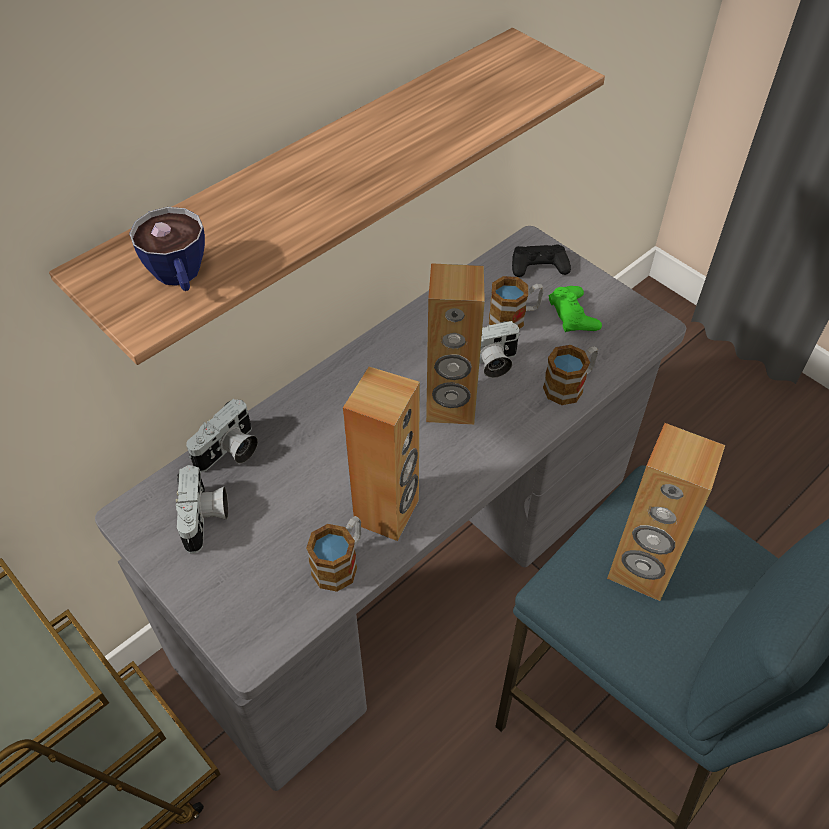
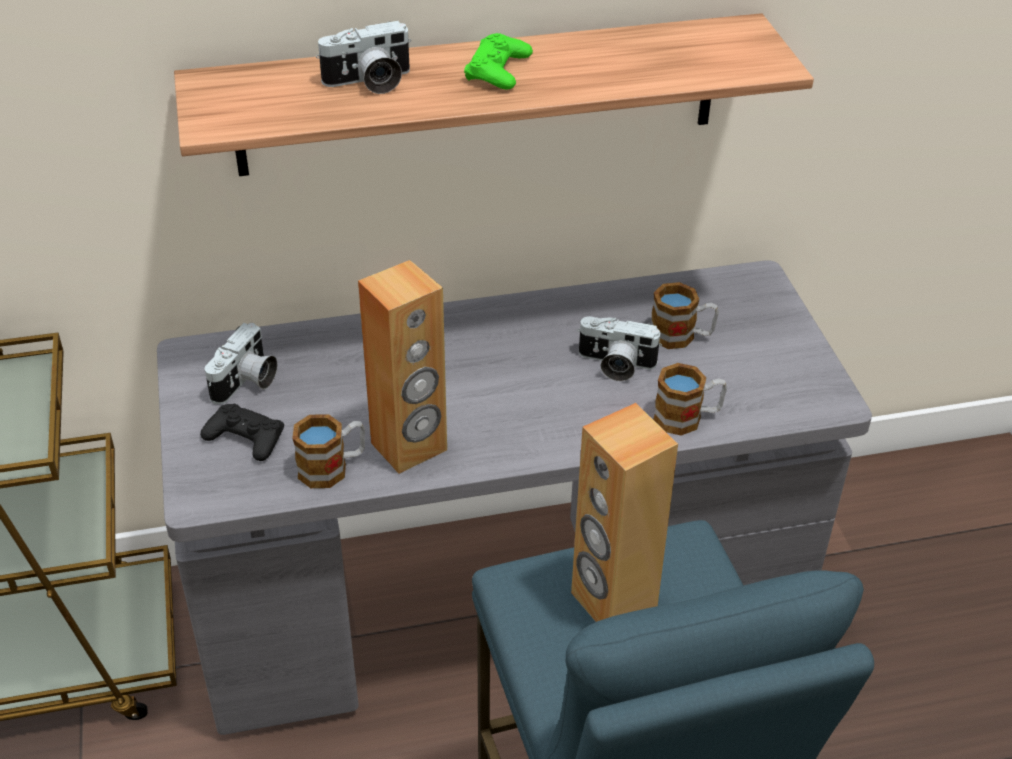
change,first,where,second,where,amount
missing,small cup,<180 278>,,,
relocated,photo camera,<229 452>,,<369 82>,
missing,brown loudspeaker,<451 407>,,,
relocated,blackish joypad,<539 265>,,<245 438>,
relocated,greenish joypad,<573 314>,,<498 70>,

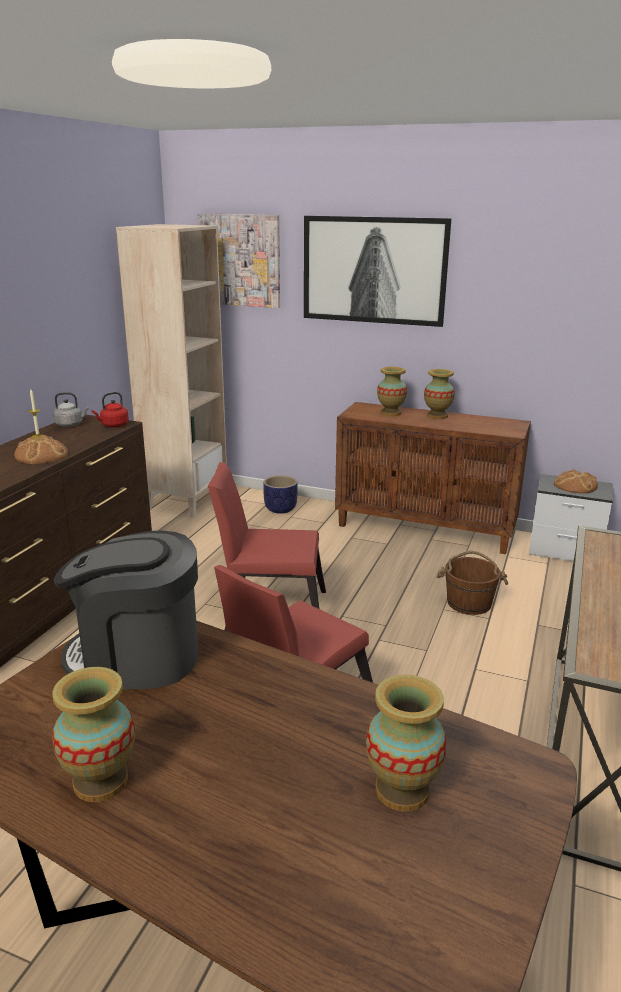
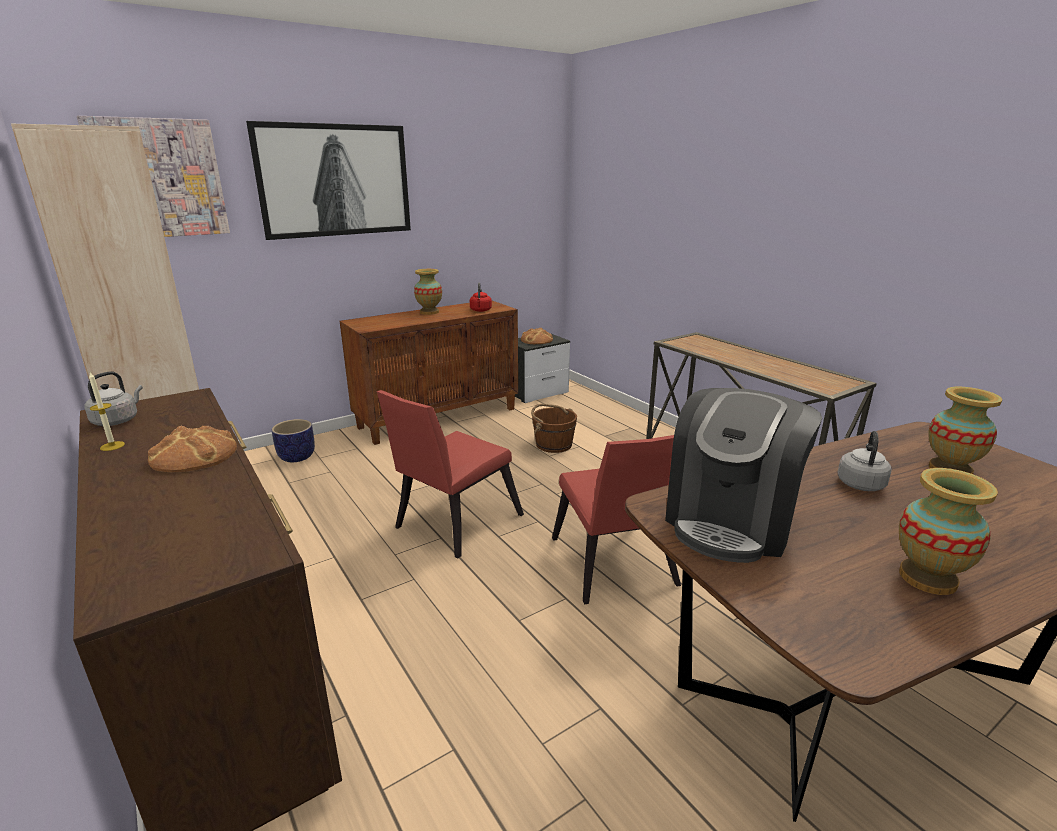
change,first,where,second,where,amount
relocated,red-coloured kettle,<113 425>,,<480 310>,
missing,decorative vase,<390 413>,,,
appeared,,,greyish kettle,<860 483>,

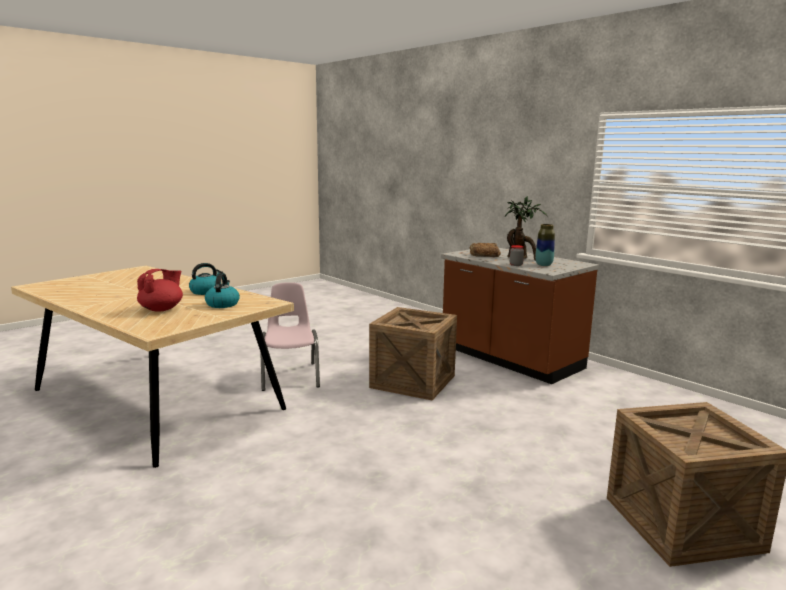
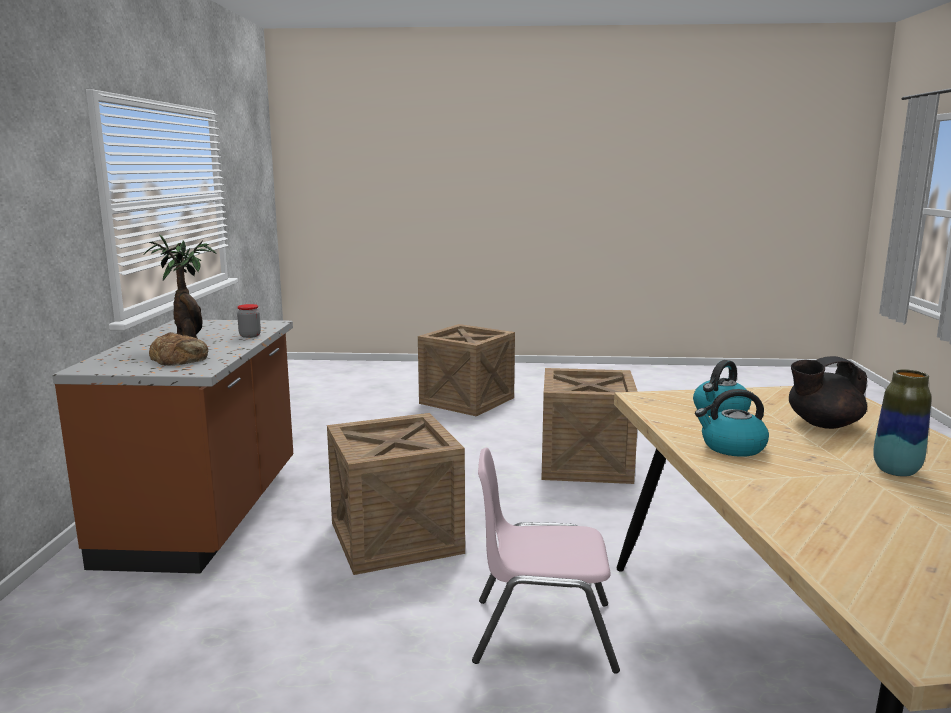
change,first,where,second,where,amount
colour,red-coloured teapot,<162 309>,blackish teapot,<822 424>,
spun,pink chair,<291 376>,,<543 633>,60 degrees clockwise
relocated,decorative vase,<543 265>,,<896 471>,
appeared,,,crate,<585 464>,

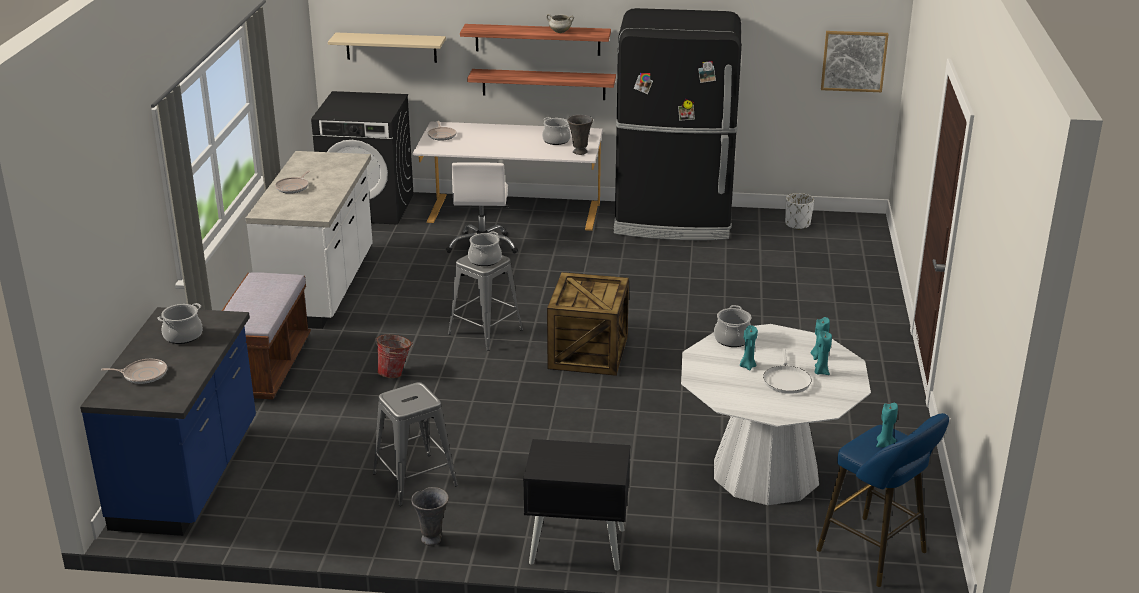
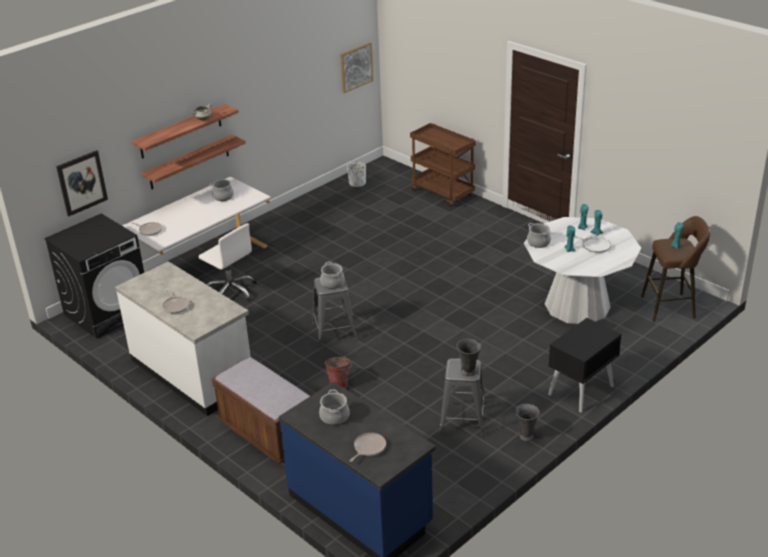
change,first,where,second,where,amount
exchanged,sand-coloured wall shelf,<391 47>,wall art,<82 183>,
missing,crate,<589 353>,,,
relocated,greyish decorative vase,<580 152>,,<468 372>,
missing,blackish refrigerator,<673 222>,,,
colour,blue stool seat,<876 554>,brown stool seat,<671 307>,
appeared,,,brown wheeled cart,<443 193>,

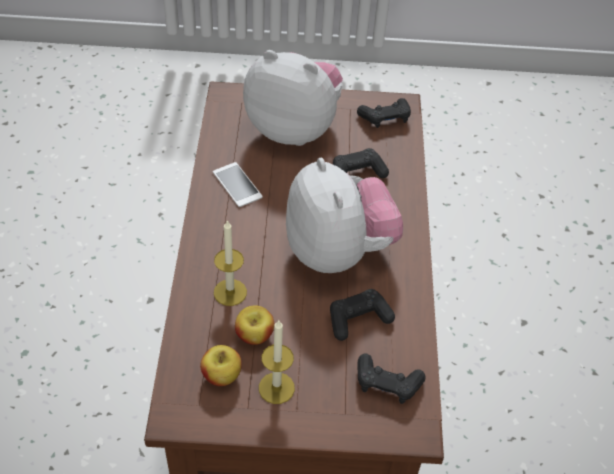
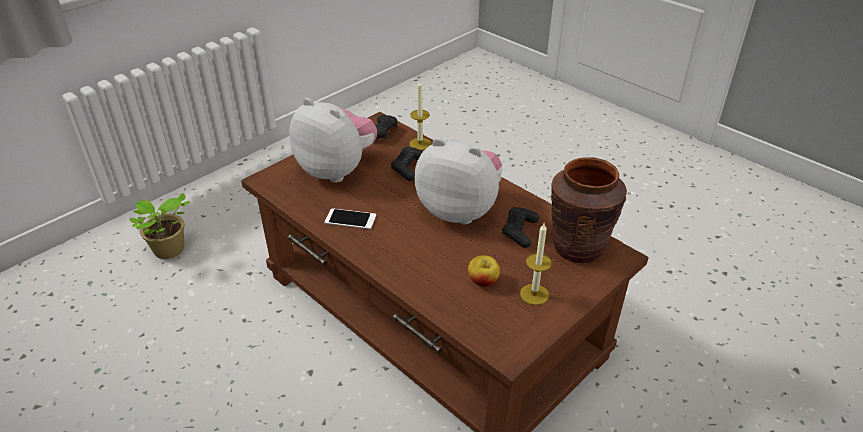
change,first,where,second,where,amount
missing,whole apple,<221 375>,,,
relocated,wax light,<230 292>,,<420 144>,
spun,cuddly toy,<294 128>,,<337 170>,60 degrees clockwise
exchanged,blackish joypad,<387 384>,brown decorative vase,<578 247>,
appeared,,,houseplant,<169 251>,

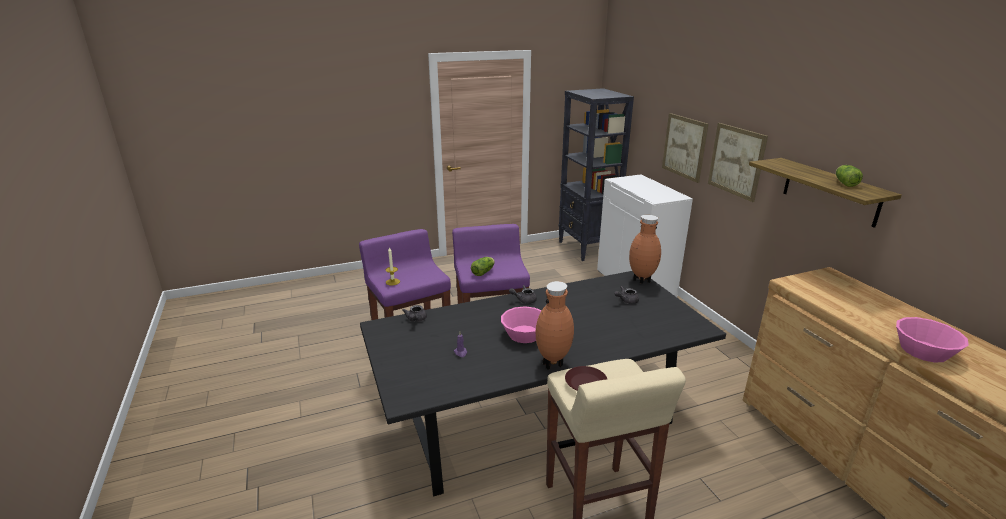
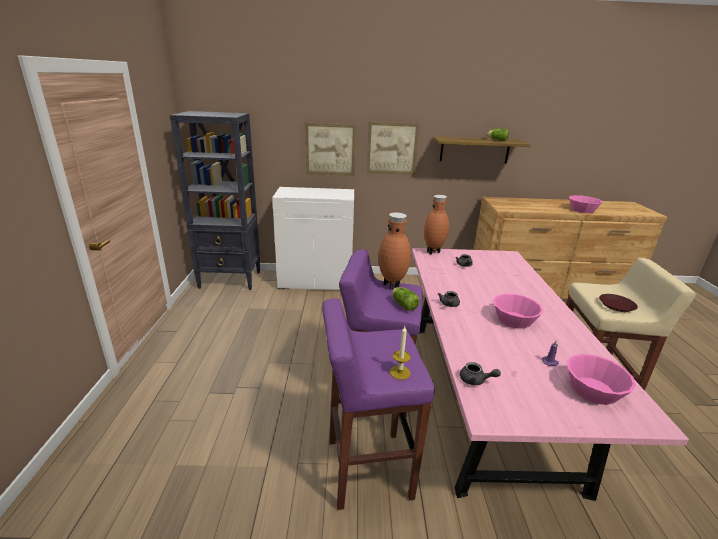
change,first,where,second,where,amount
colour,blackish kitchen table,<537 417>,pink kitchen table,<484 393>,
relocated,brown decorative vase,<553 364>,,<392 285>,
appeared,,,pink bowl,<593 390>,

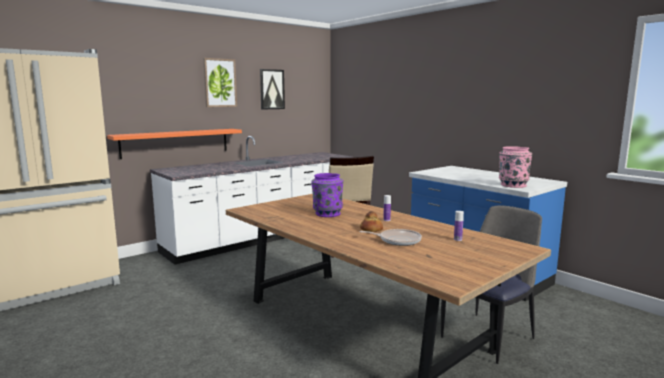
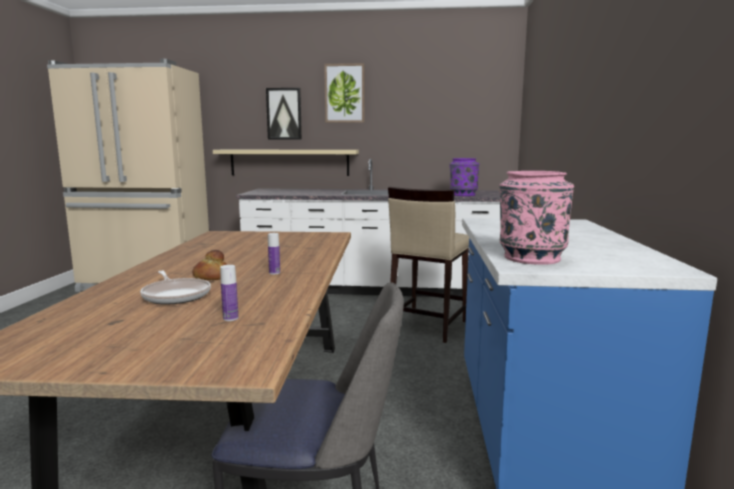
change,first,where,second,where,amount
colour,orangey wall shelf,<176 143>,sand-coloured wall shelf,<289 162>,
relocated,wall art,<271 89>,,<284 114>,
relocated,purple decorative vase,<327 214>,,<463 195>,

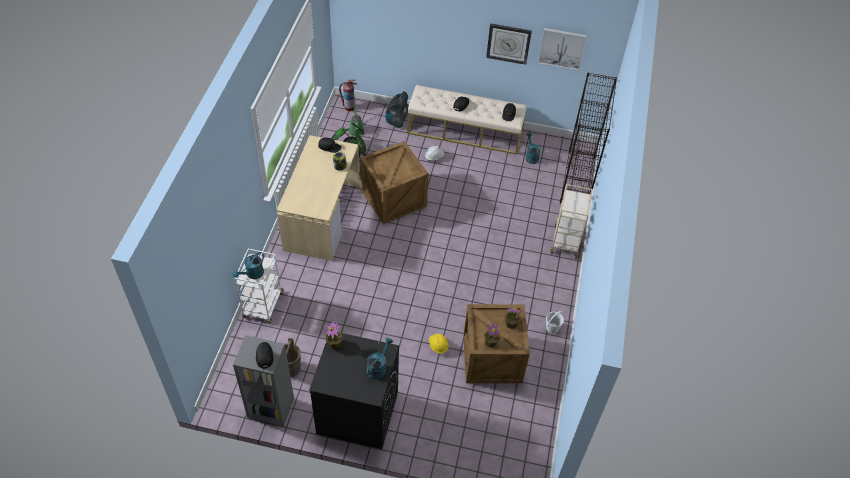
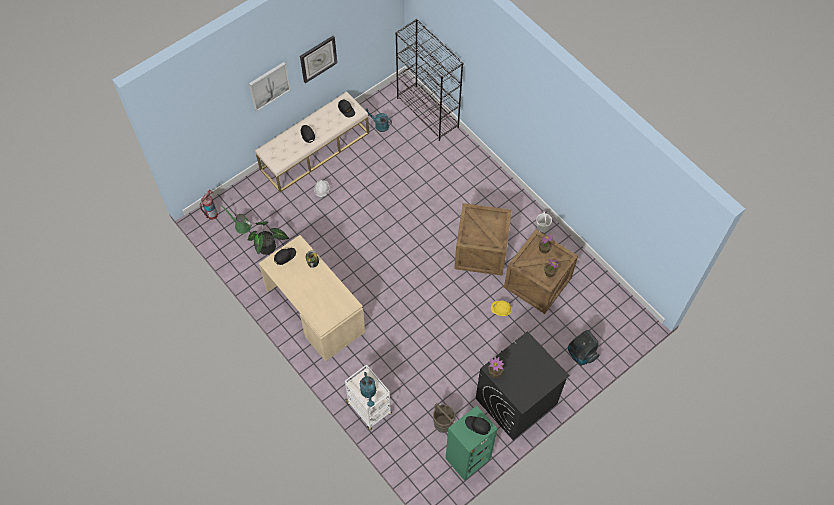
change,first,where,second,where,amount
colour,greyish shelving unit,<270 408>,greenish shelving unit,<468 459>,
relocated,crate,<393 199>,,<482 252>,
missing,turquoise watering pot,<378 367>,,,
relocated,hoover,<397 120>,,<580 354>,
relocated,wall art,<562 48>,,<269 86>,
missing,sand-coloured wheeled cart,<566 241>,,,

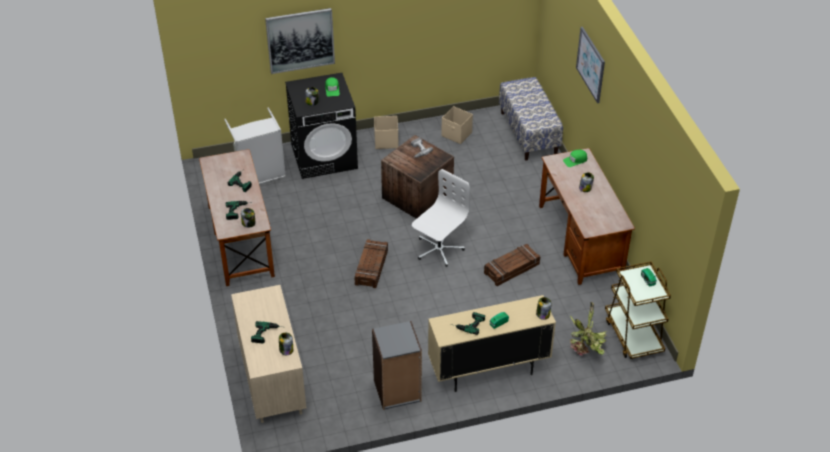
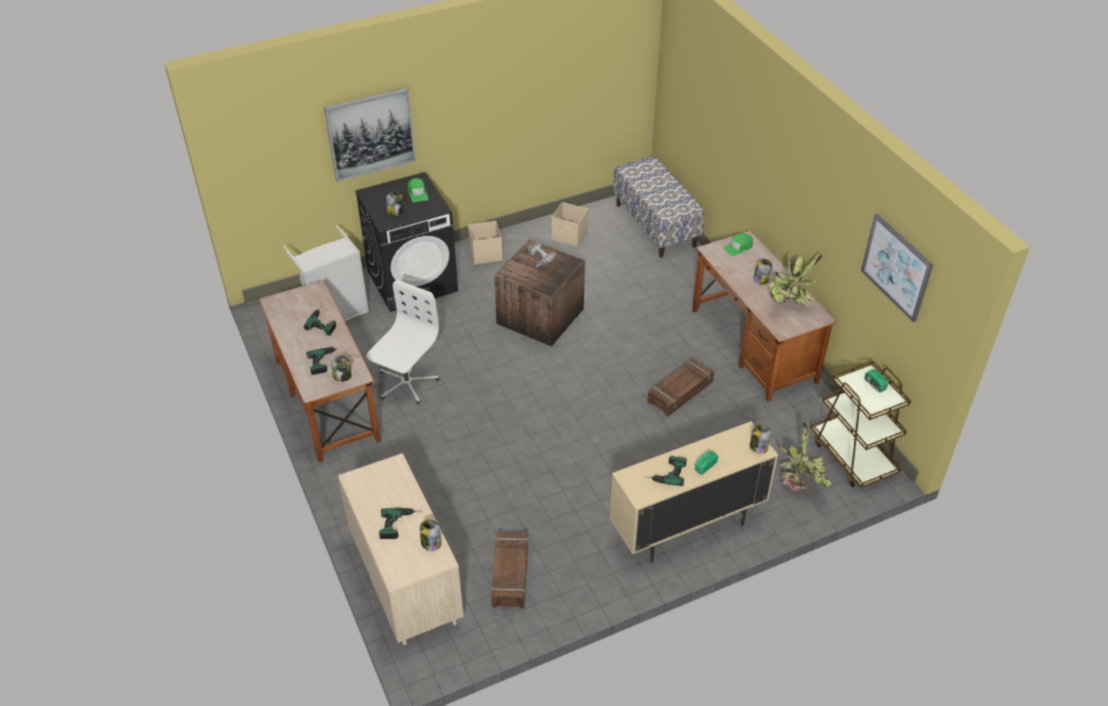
change,first,where,second,where,amount
relocated,crate,<371 267>,,<509 574>,
missing,greyish shelving unit,<397 391>,,,
relocated,white office chair,<438 249>,,<406 383>,
relocated,wall art,<591 64>,,<896 267>,
appeared,,,houseplant,<789 304>,

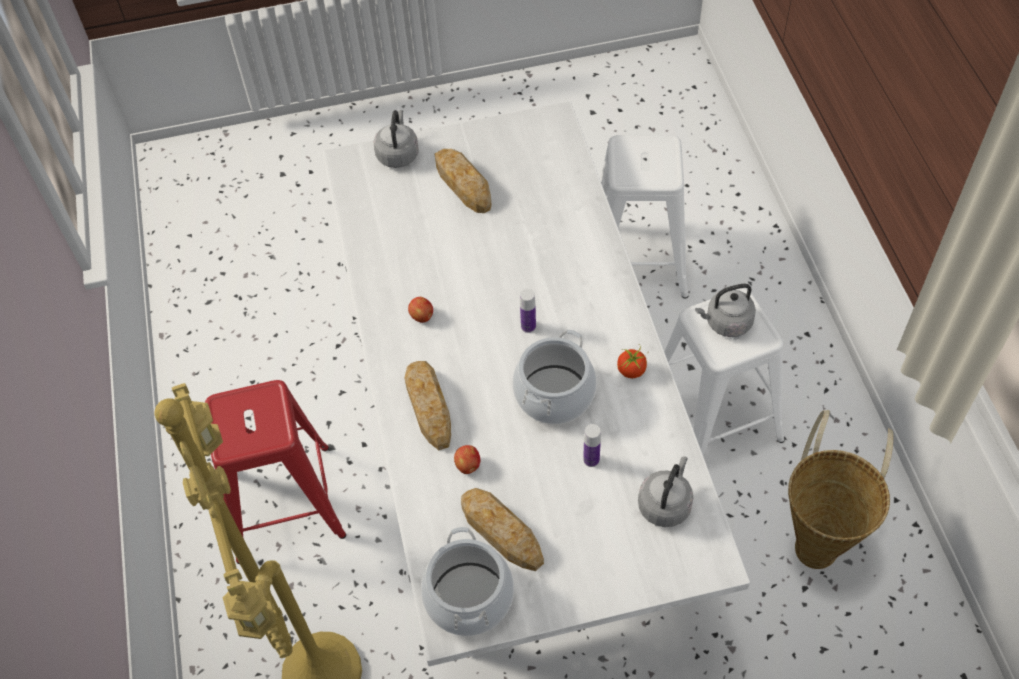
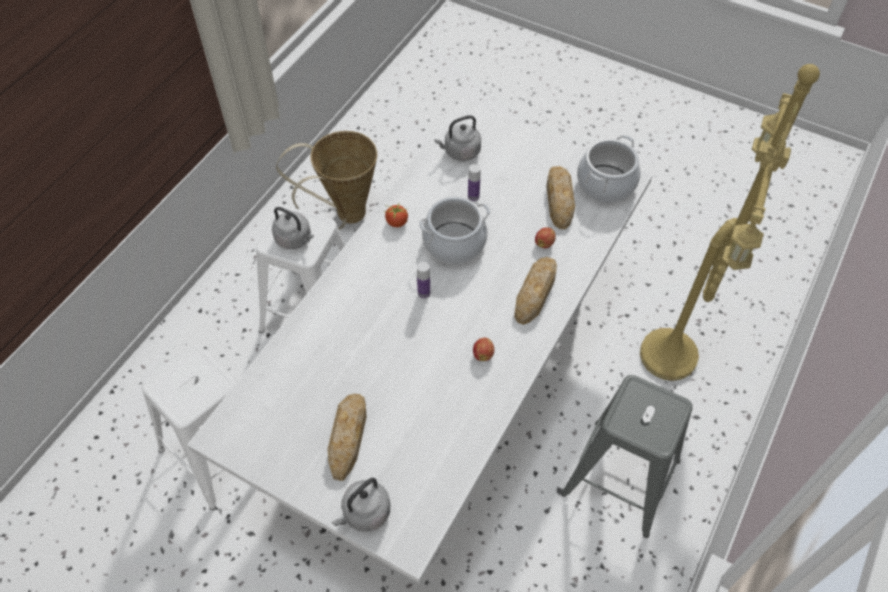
change,first,where,second,where,amount
colour,red-coloured stool seat,<282 501>,greyish stool seat,<621 478>,

